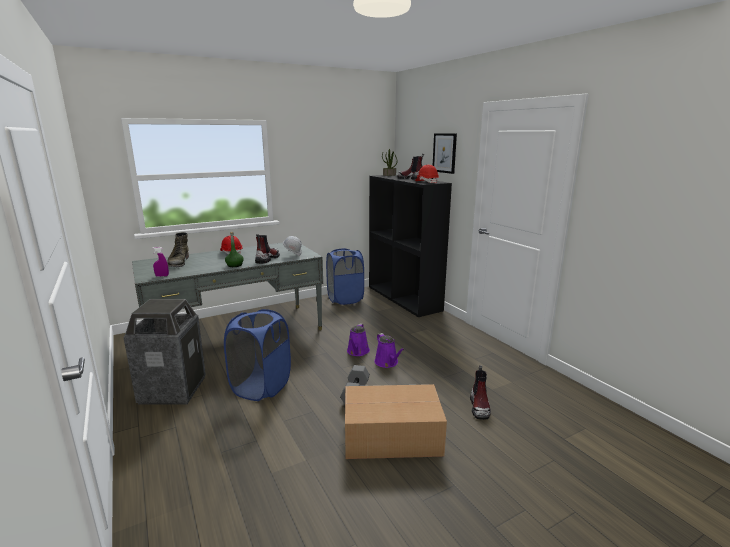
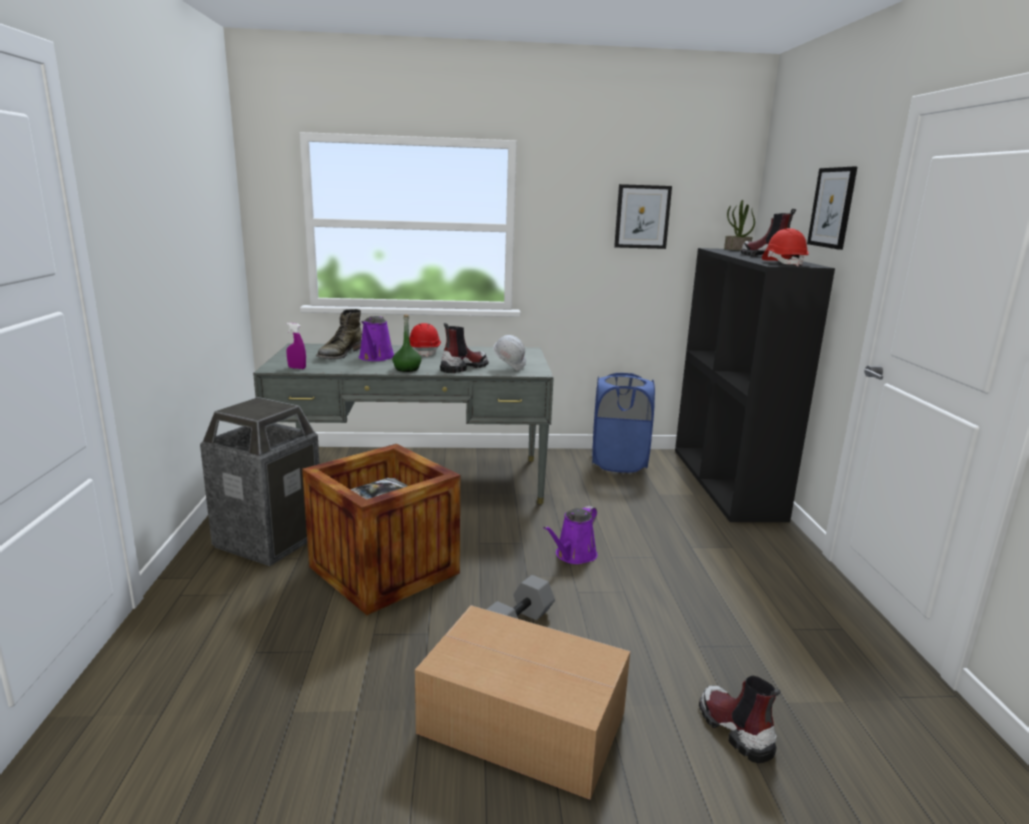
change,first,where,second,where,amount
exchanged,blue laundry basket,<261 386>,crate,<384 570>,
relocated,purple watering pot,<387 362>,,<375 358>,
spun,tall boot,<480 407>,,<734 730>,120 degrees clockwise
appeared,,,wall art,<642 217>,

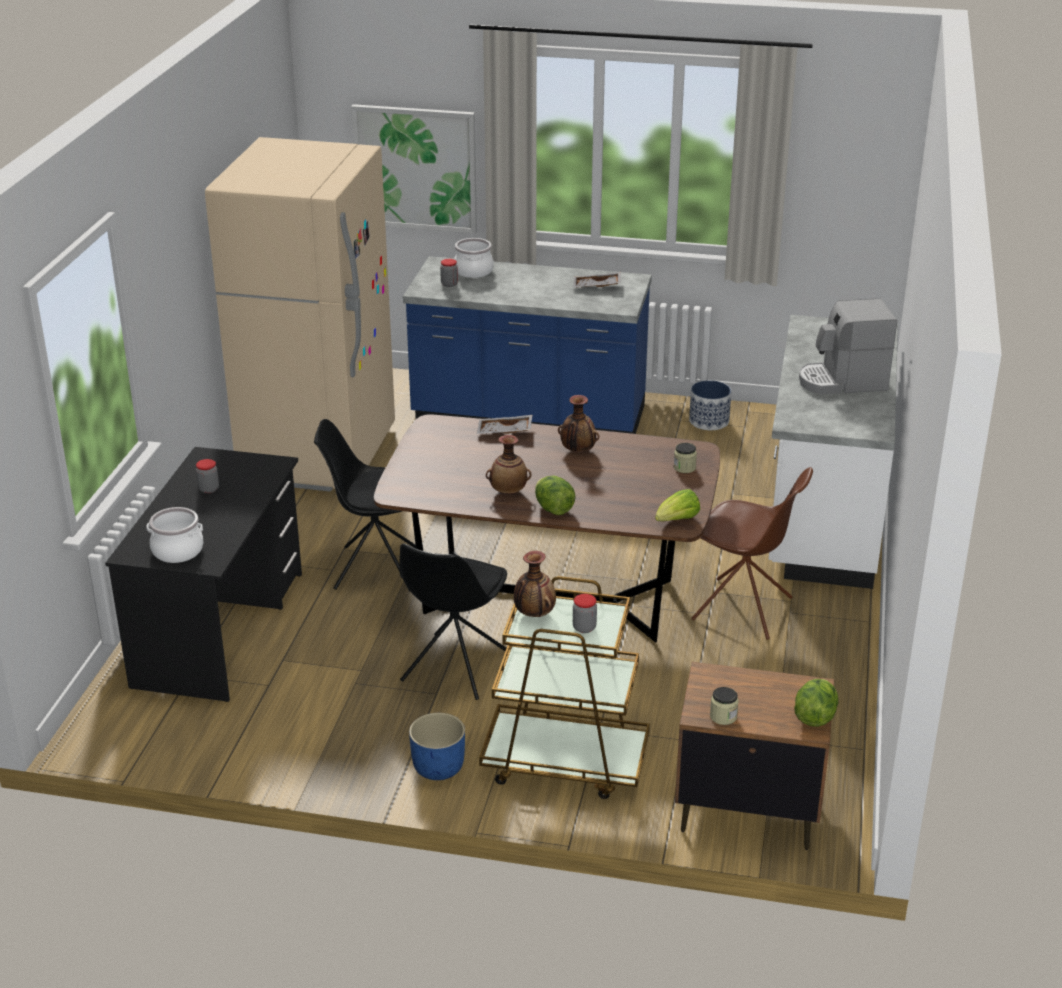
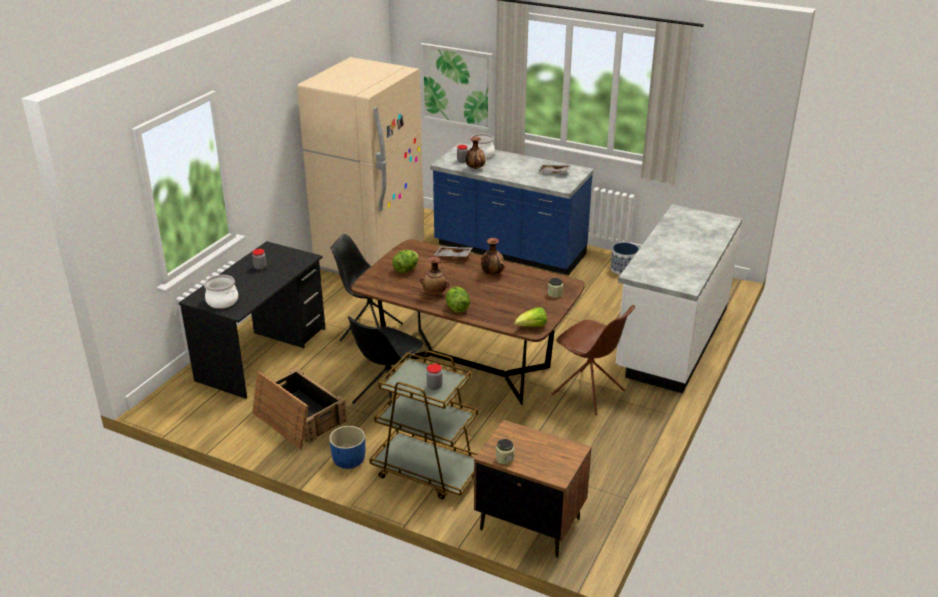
change,first,where,second,where,amount
relocated,decorative vase,<534 614>,,<475 168>,
relocated,head of lettuce,<815 717>,,<406 270>,
missing,coffee brewer,<842 381>,,,
appeared,,,crate,<298 418>,

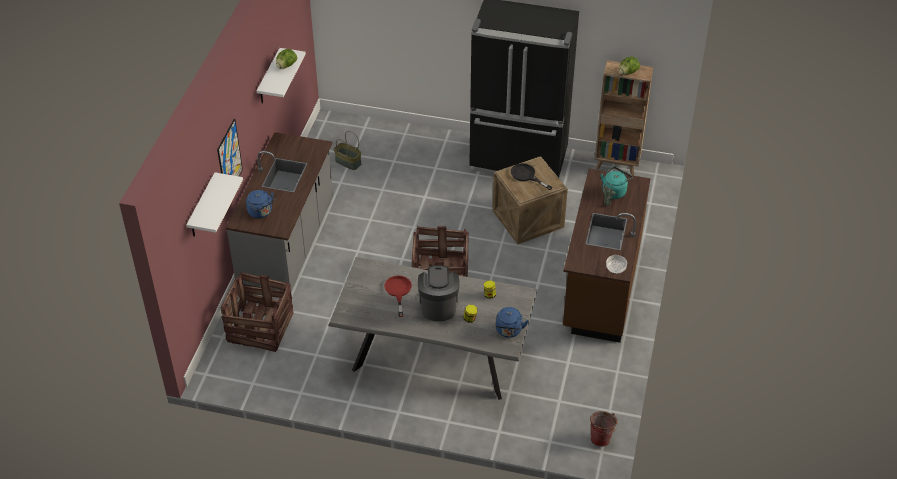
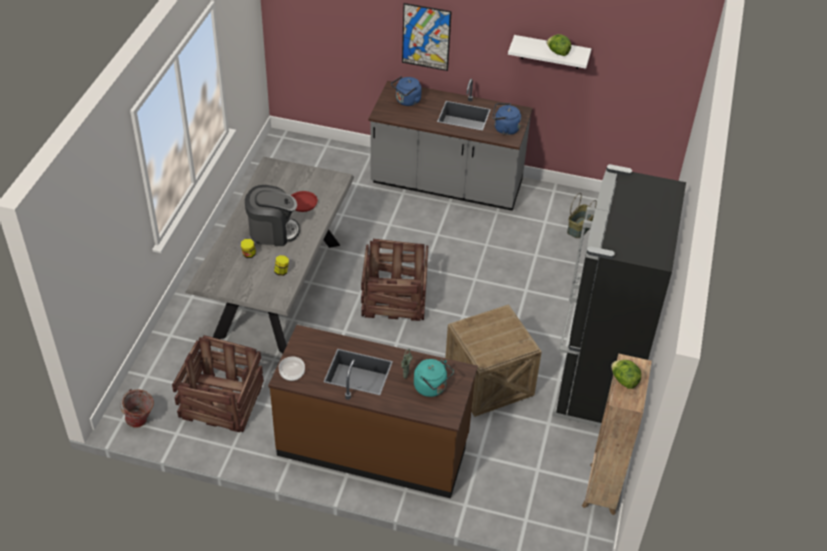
change,first,where,second,where,amount
missing,white wall shelf,<202 207>,,,
relocated,crate,<260 328>,,<221 402>,
relocated,blue kettle,<508 331>,,<504 129>,
missing,blackish frying pan,<526 176>,,,

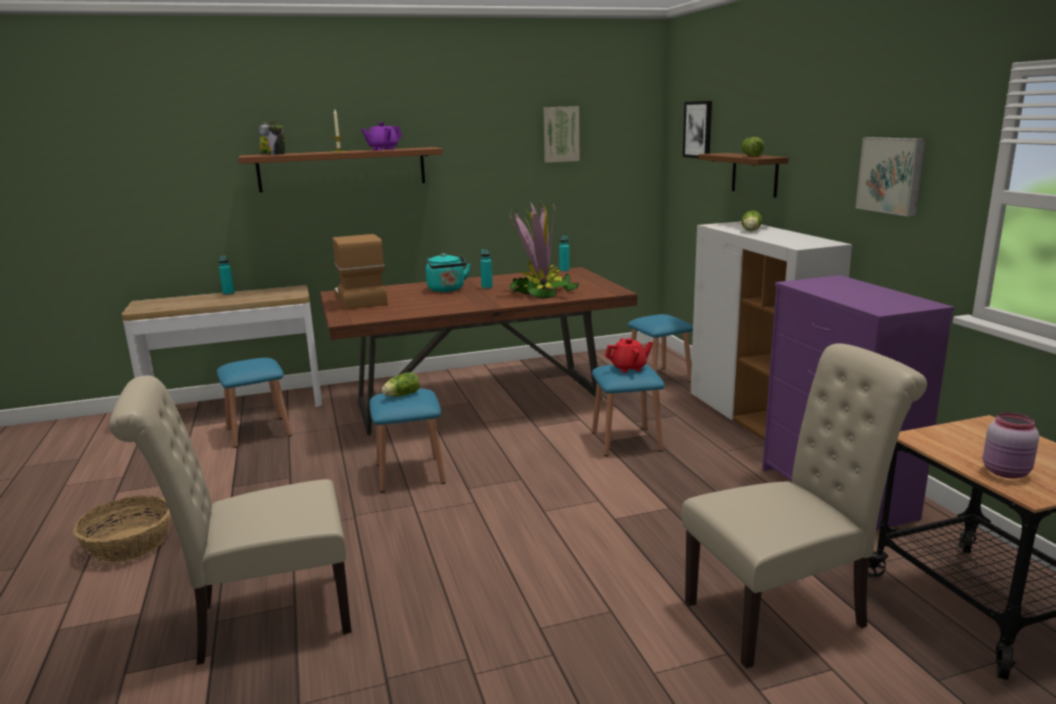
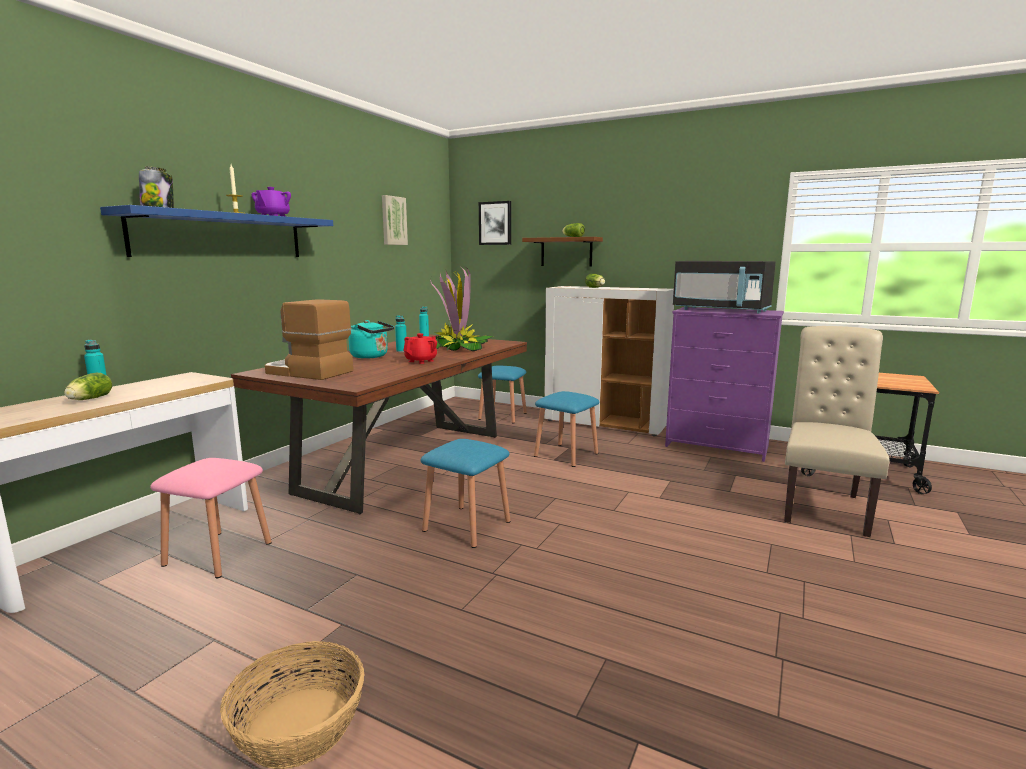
change,first,where,second,where,amount
missing,sand-coloured chair,<263 619>,,,
colour,blue stool seat,<258 432>,pink stool seat,<218 553>,
colour,brown wall shelf,<342 169>,blue wall shelf,<222 236>,
relocated,head of lettuce,<400 395>,,<88 399>,
relocated,red-coloured teapot,<629 368>,,<421 361>,
missing,wall art,<892 175>,,,
missing,pink preserve jar,<1007 472>,,,
appeared,,,blackish microwave oven,<721 310>,

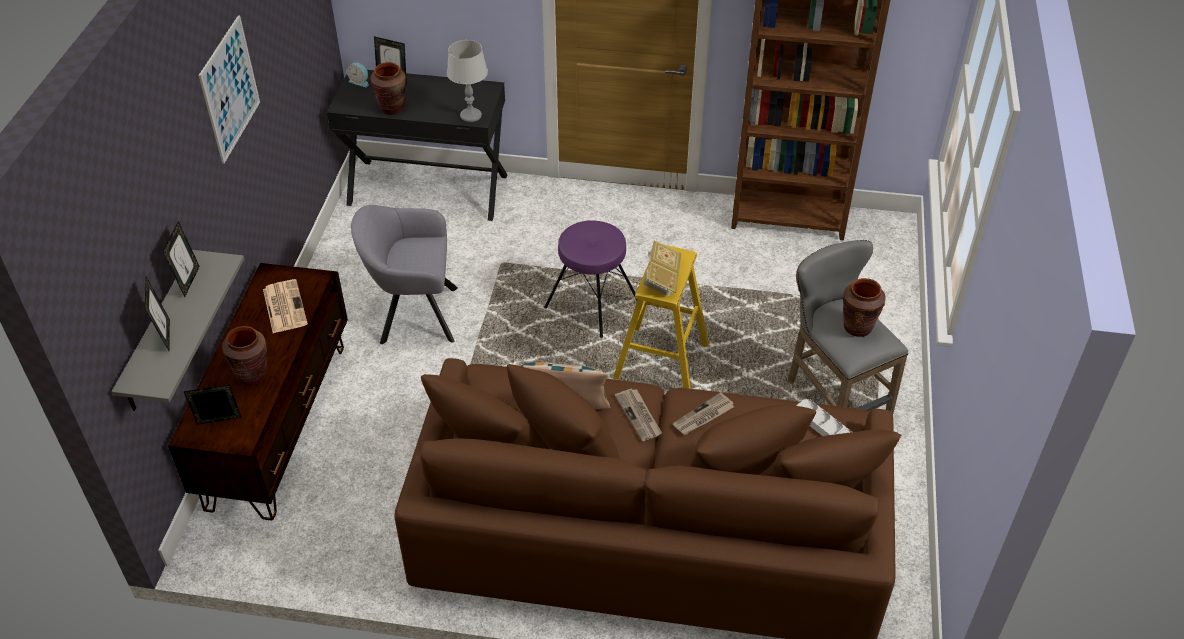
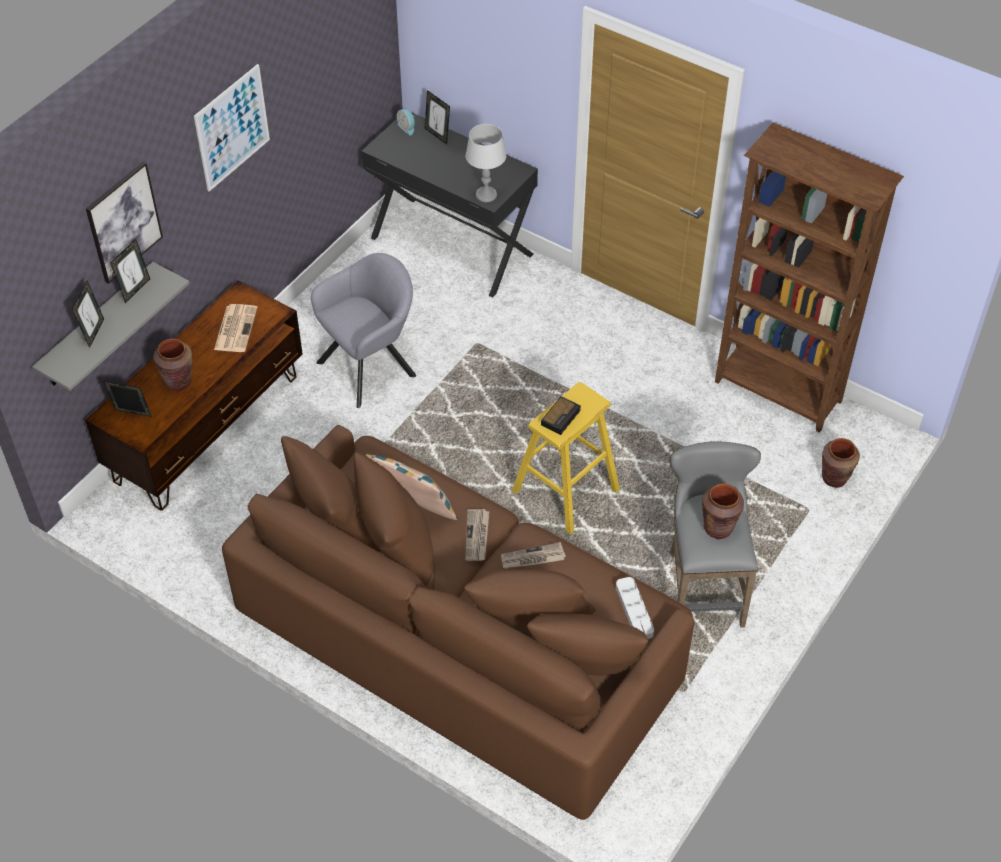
change,first,where,second,where,amount
spun,greyish easy chair,<413 314>,,<371 366>,120 degrees clockwise
relocated,brown decorative vase,<392 108>,,<834 478>,
missing,purple stool seat,<592 304>,,,
exchanged,volume,<661 279>,table clock,<561 417>,
appeared,,,wall art,<123 222>,

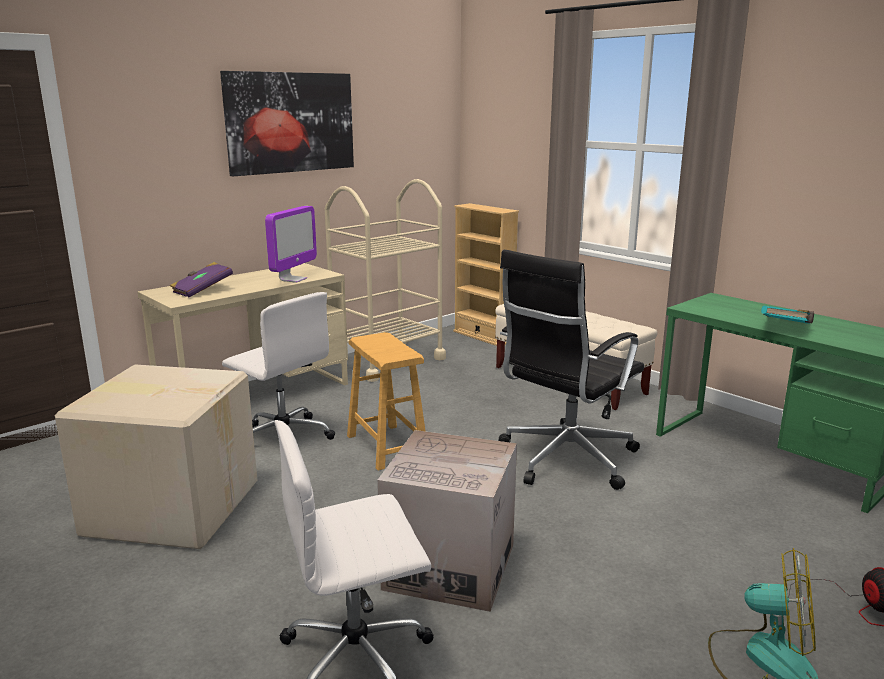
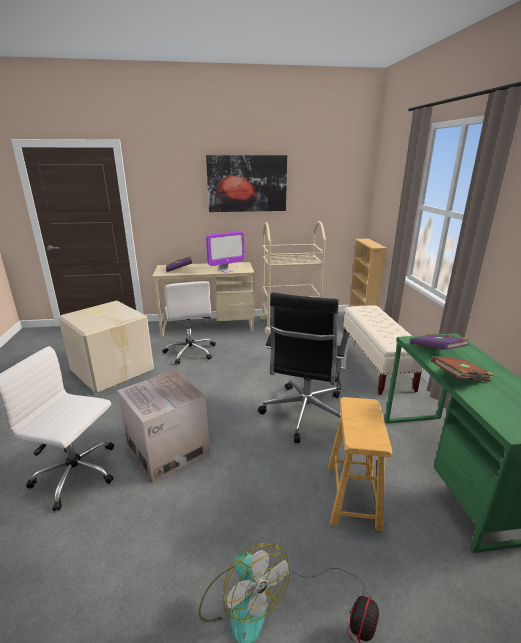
change,first,where,second,where,amount
relocated,brown stool seat,<386 447>,,<352 496>,
spun,blackish office chair,<564 459>,,<304 414>,60 degrees counterclockwise
colour,turquoise volume,<786 328>,brown volume,<460 379>,
appeared,,,purple volume,<437 350>,

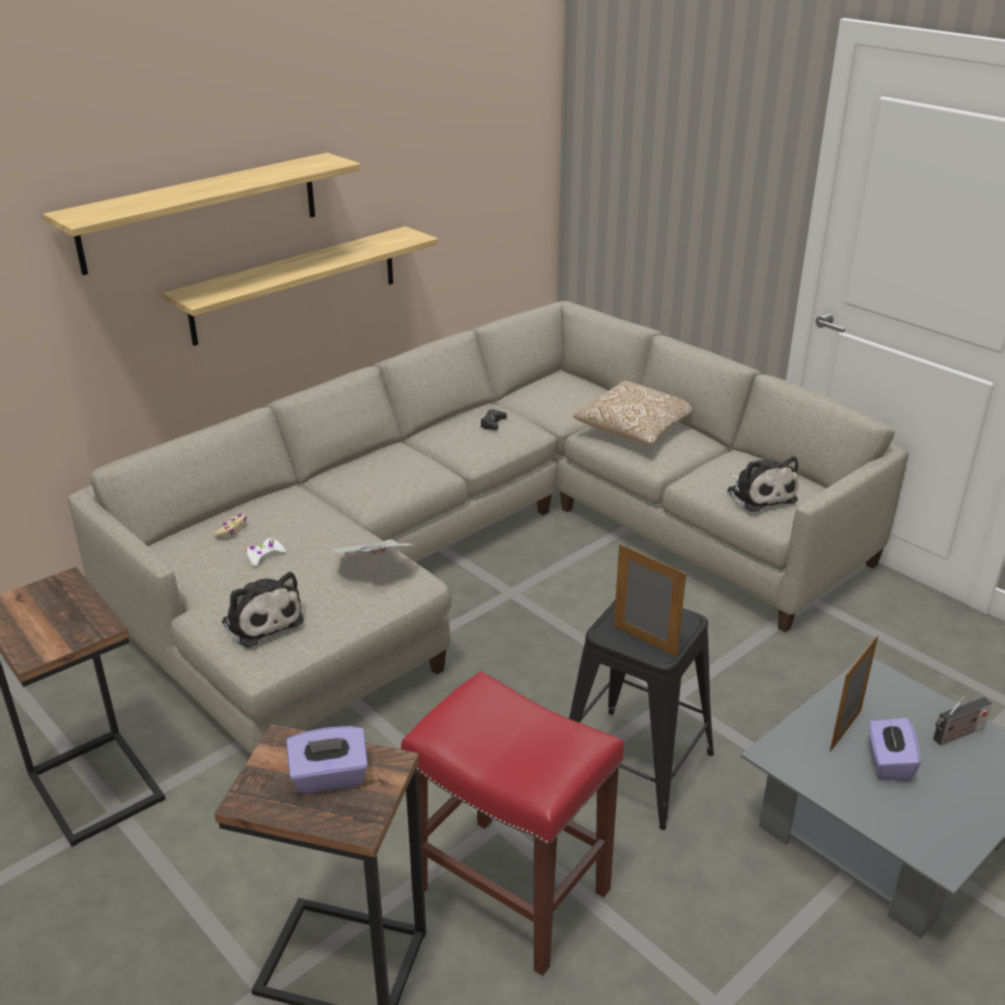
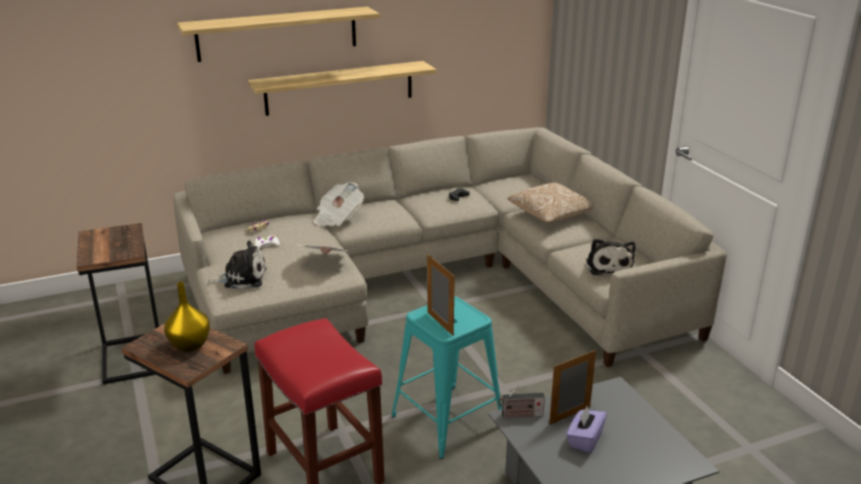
change,first,where,second,where,amount
spun,cuddly toy,<261 620>,,<242 278>,75 degrees counterclockwise
exchanged,purple tissue box,<330 778>,yellowish decorative vase,<191 345>,
colour,blackish stool seat,<636 766>,turquoise stool seat,<448 420>,
relocated,radio set,<956 735>,,<520 416>,
appeared,,,daily paper,<338 217>,

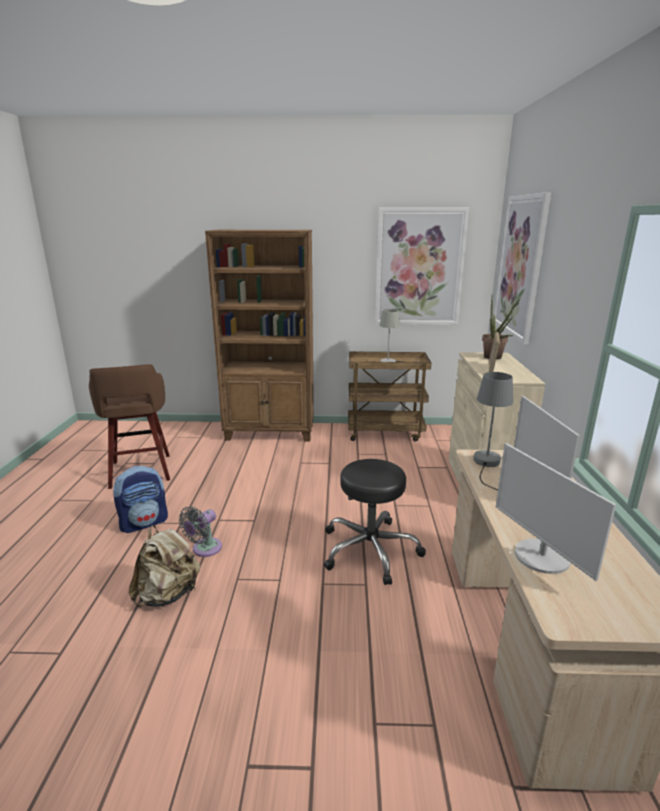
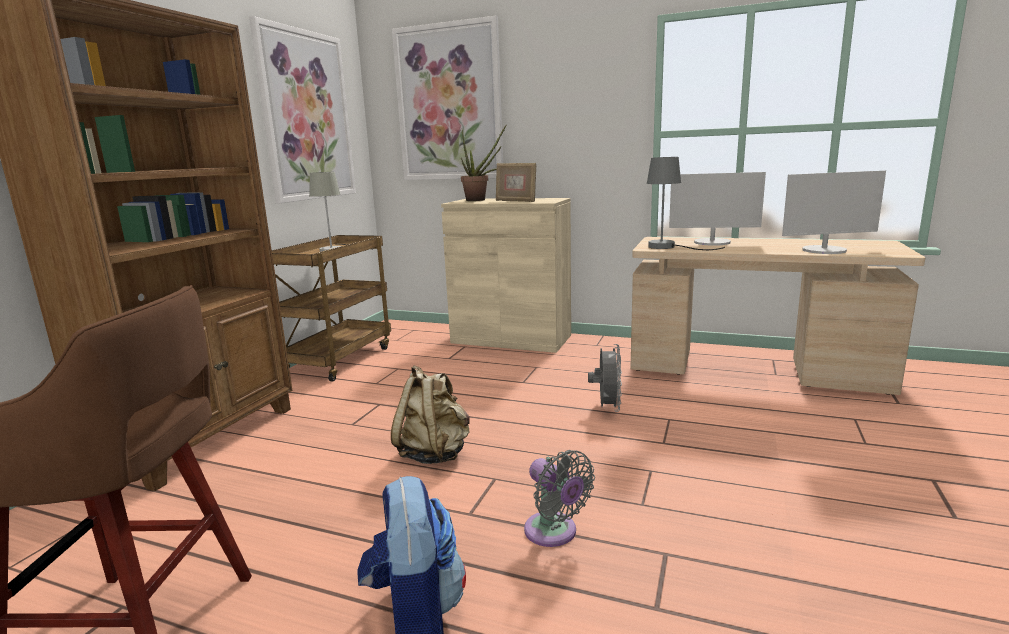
change,first,where,second,where,amount
relocated,sand-coloured backpack,<168 594>,,<434 454>,
exchanged,blackish stool seat,<370 550>,greyish cooling fan,<607 408>,

